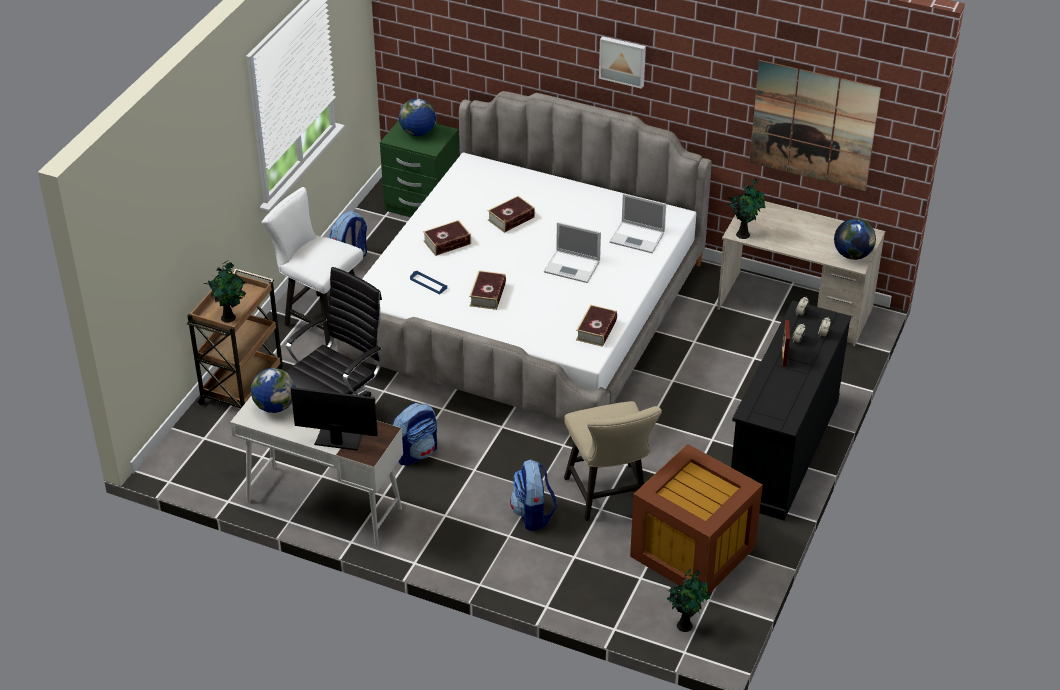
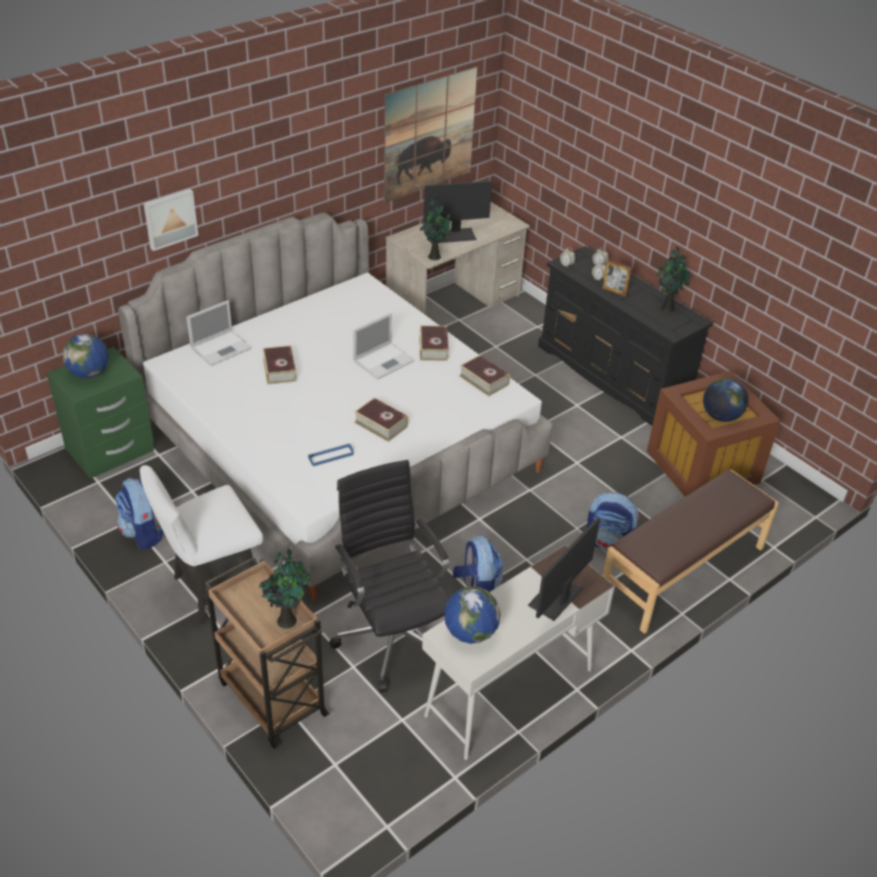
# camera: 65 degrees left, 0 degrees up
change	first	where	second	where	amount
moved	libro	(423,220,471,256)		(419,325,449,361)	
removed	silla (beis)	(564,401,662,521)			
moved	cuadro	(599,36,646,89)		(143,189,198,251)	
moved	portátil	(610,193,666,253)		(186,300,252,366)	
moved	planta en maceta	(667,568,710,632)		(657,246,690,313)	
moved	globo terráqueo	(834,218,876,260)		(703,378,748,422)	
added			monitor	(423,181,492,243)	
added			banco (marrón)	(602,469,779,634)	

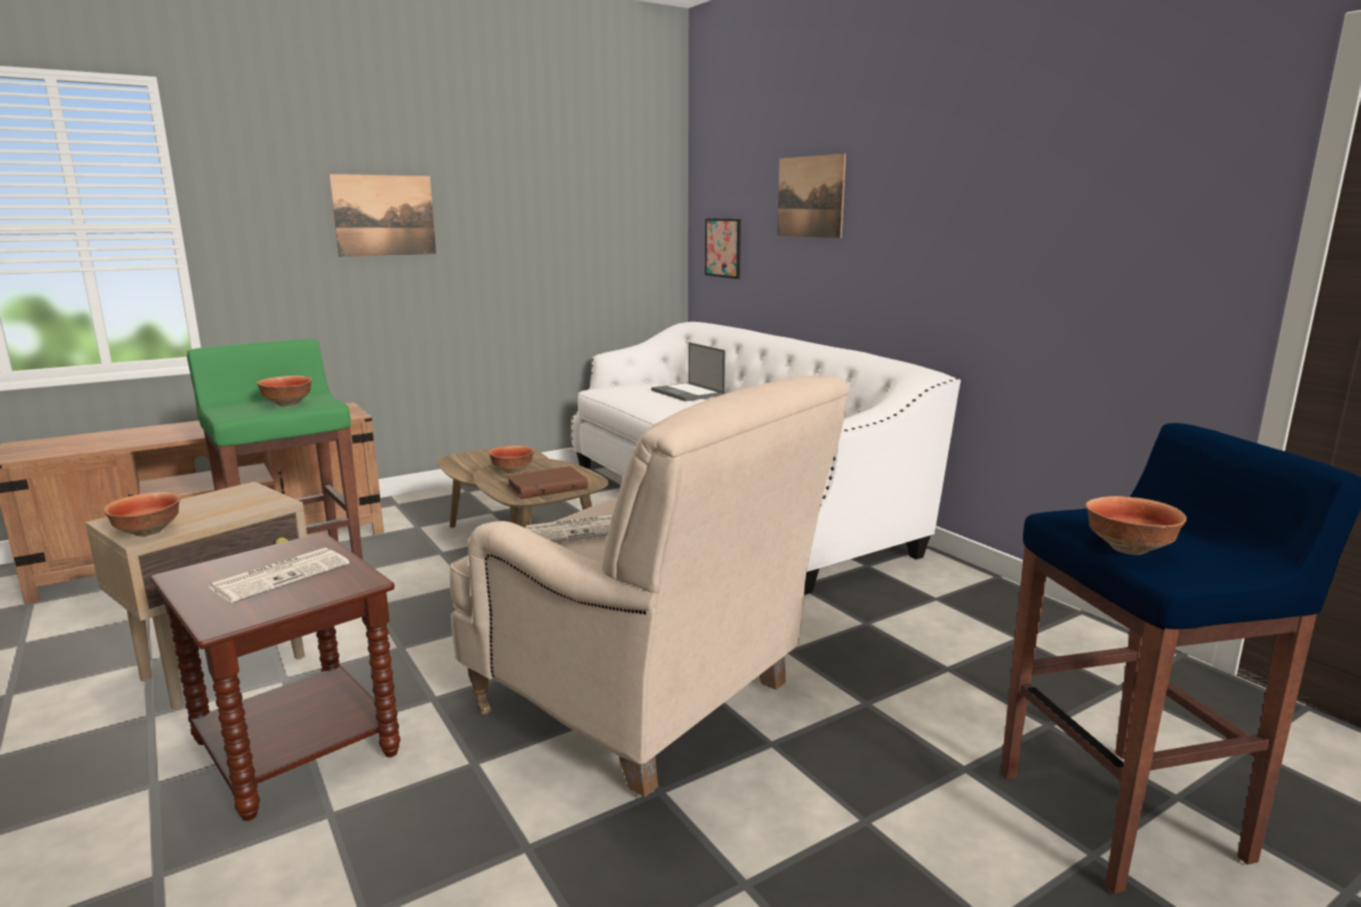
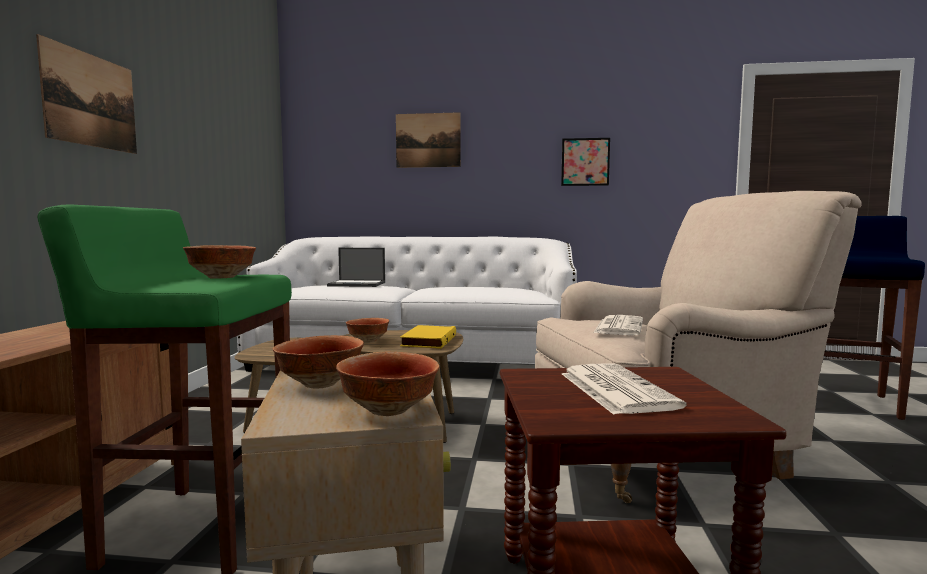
# camera: 50 degrees left, 10 degrees down
change	first	where	second	where	amount
recoloured	libro (marrón)	(506,466,588,499)	libro (amarillo)	(400,325,456,349)	
moved	cuadro	(705,218,741,279)		(561,138,610,186)	
moved	cuenco	(1086,496,1187,555)		(273,335,364,389)	

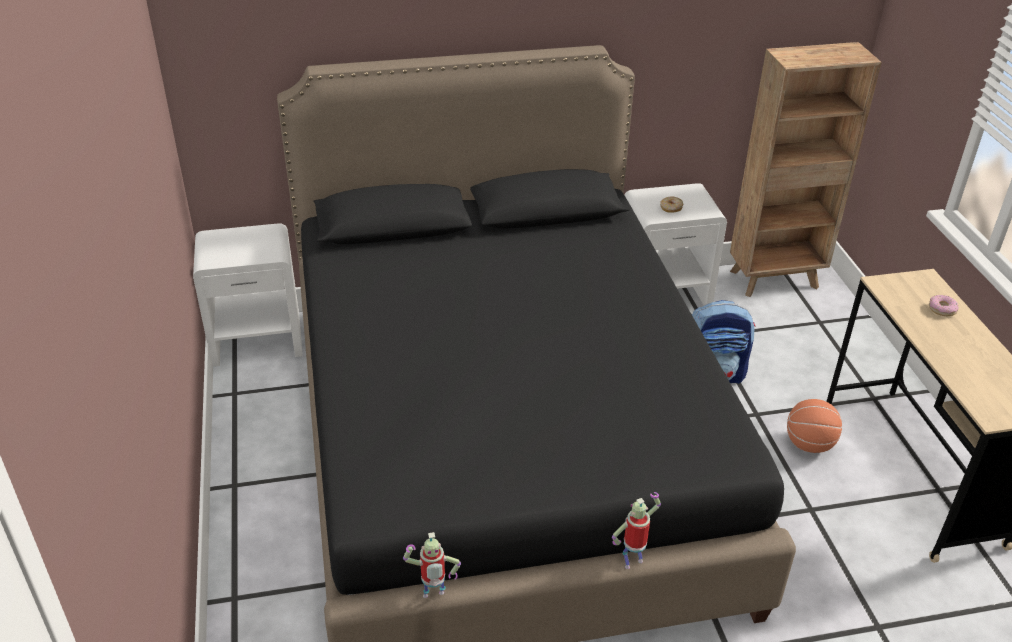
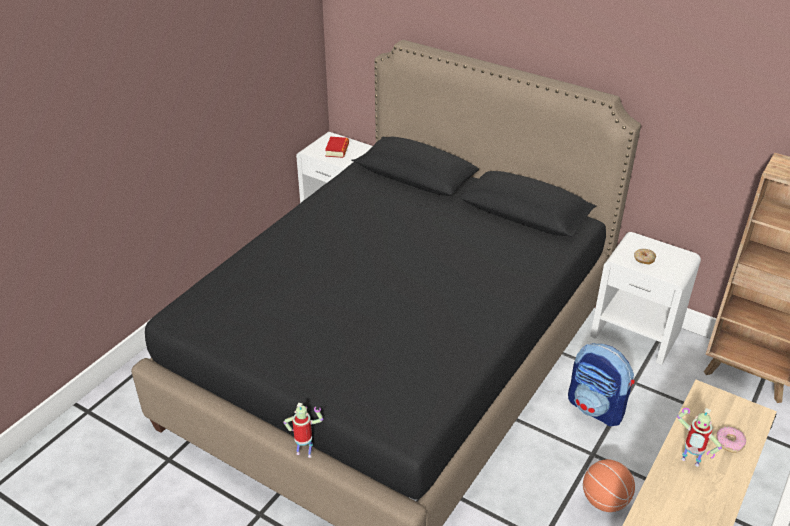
# camera: 45 degrees right, 0 degrees up
change	first	where	second	where	amount
moved	robot de juguete	(403,532,461,598)		(677,408,722,467)	
added			libro	(325,137,349,158)	

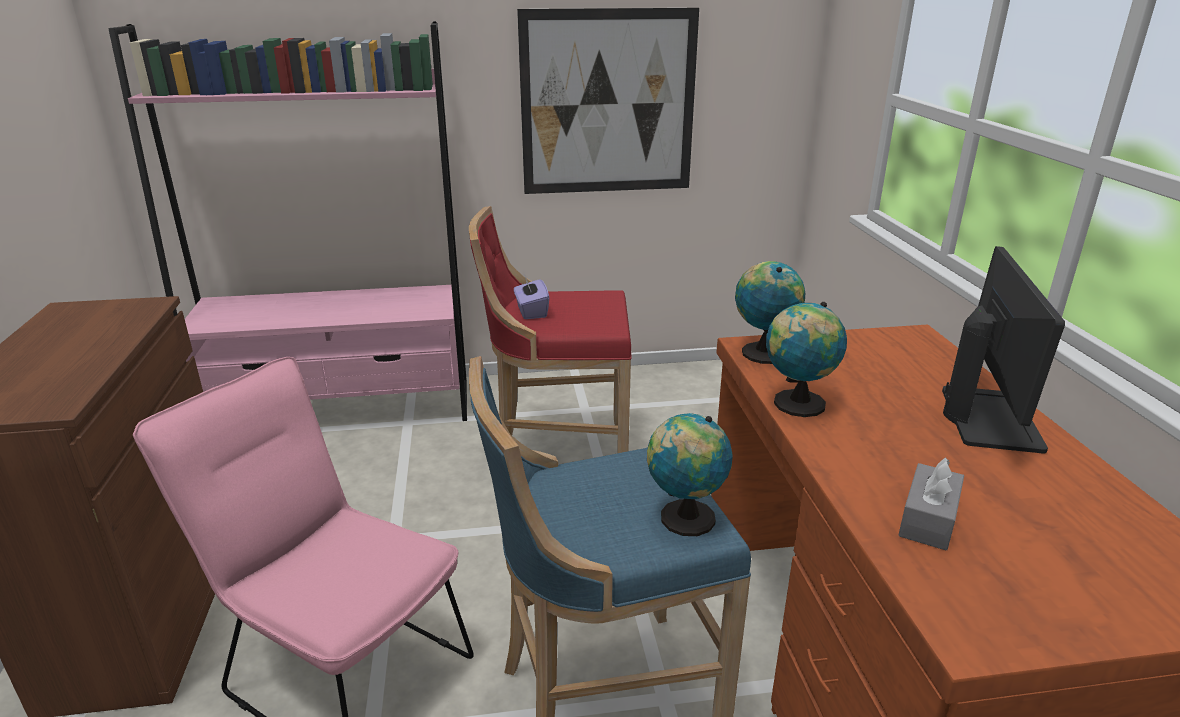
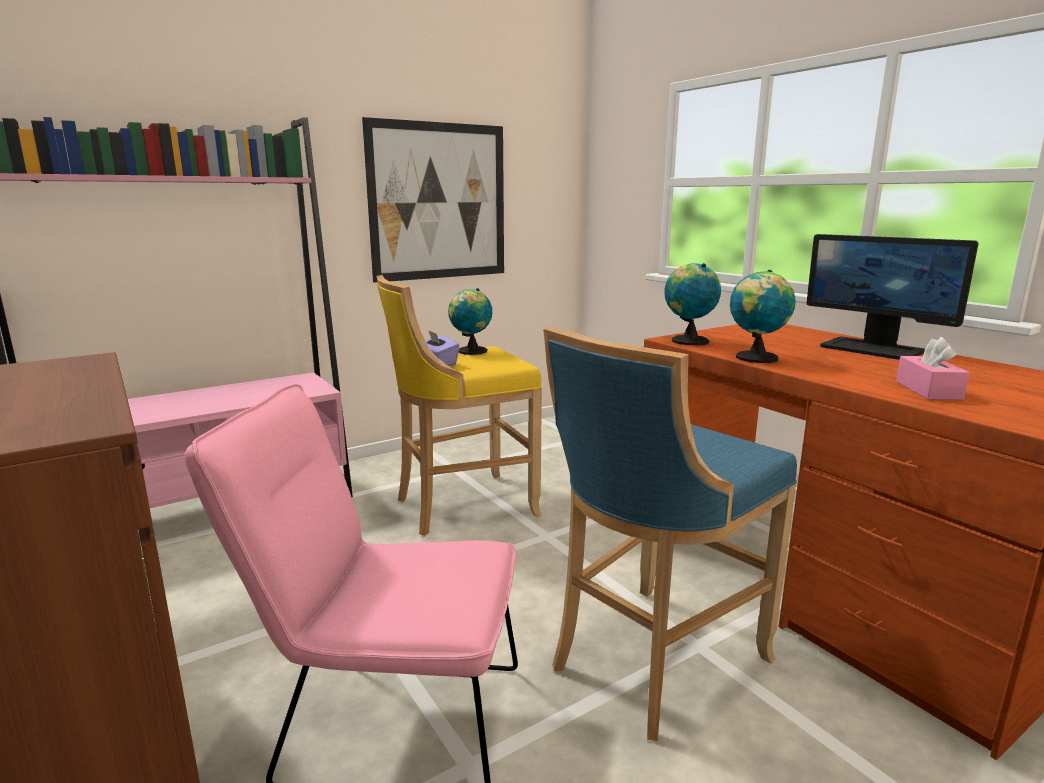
# camera: 25 degrees left, 10 degrees down
change	first	where	second	where	amount
recoloured	taburete (rojo)	(469,206,632,453)	taburete (amarillo)	(376,275,542,536)	
moved	globo terráqueo	(647,413,733,536)		(448,288,492,355)	
recoloured	caja de pañuelos (gris)	(898,458,964,550)	caja de pañuelos (rosa)	(896,337,970,400)	
turned	monitor	(942,246,1065,453)		(807,234,979,360)	150 degrees clockwise

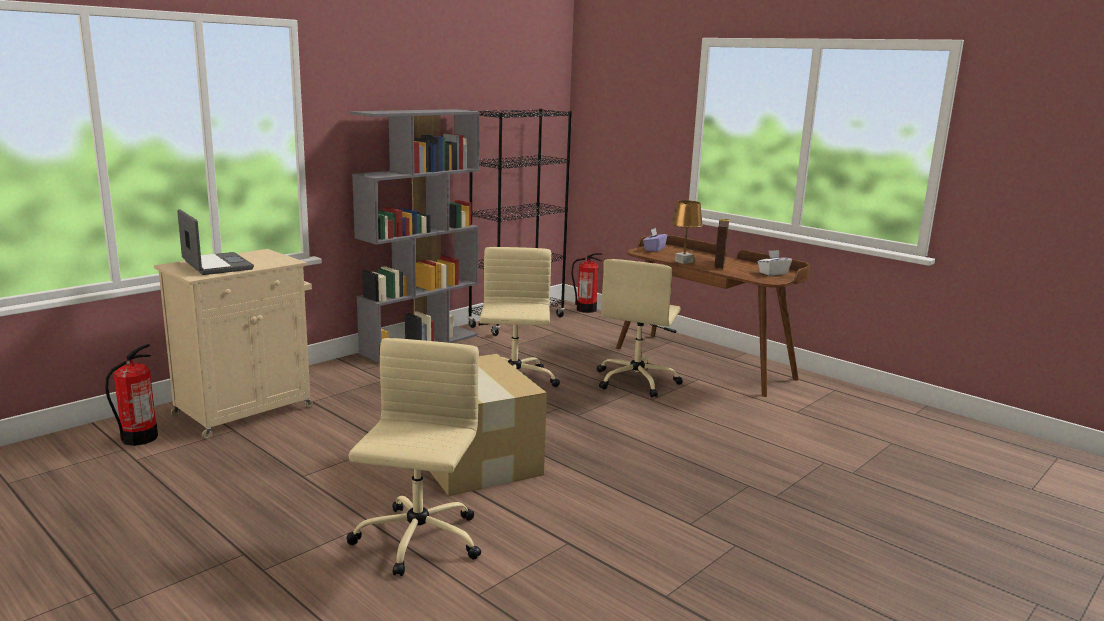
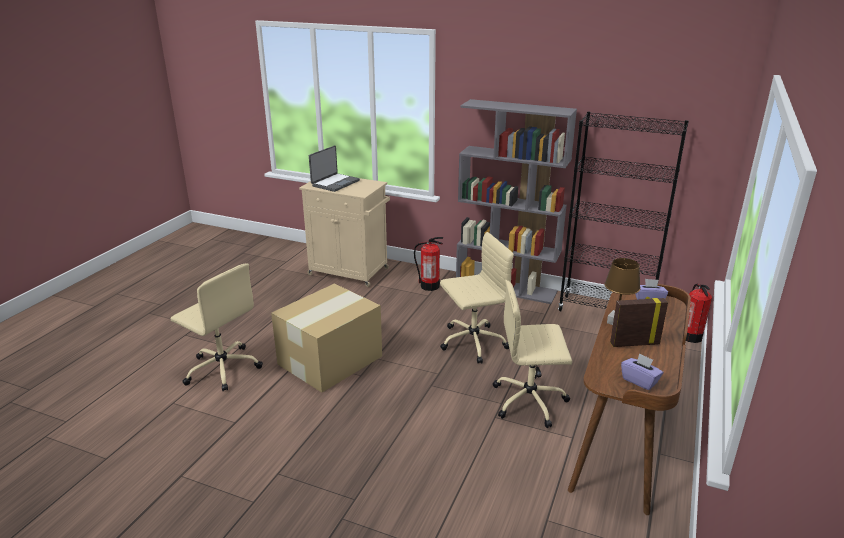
# camera: 70 degrees right, 10 degrees up
change	first	where	second	where	amount
moved	extintor	(105,344,158,446)		(414,237,443,291)	
turned	silla de oficina (beis)	(346,338,481,576)		(171,263,263,391)	45 degrees clockwise
recoloured	caja de pañuelos (blanco)	(758,250,792,276)	caja de pañuelos (morado)	(621,353,663,390)	

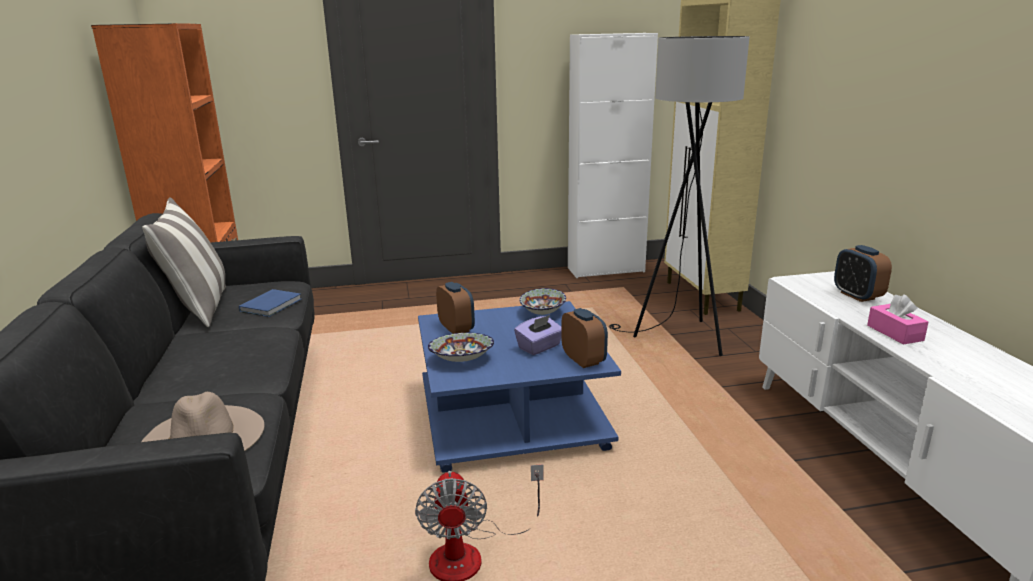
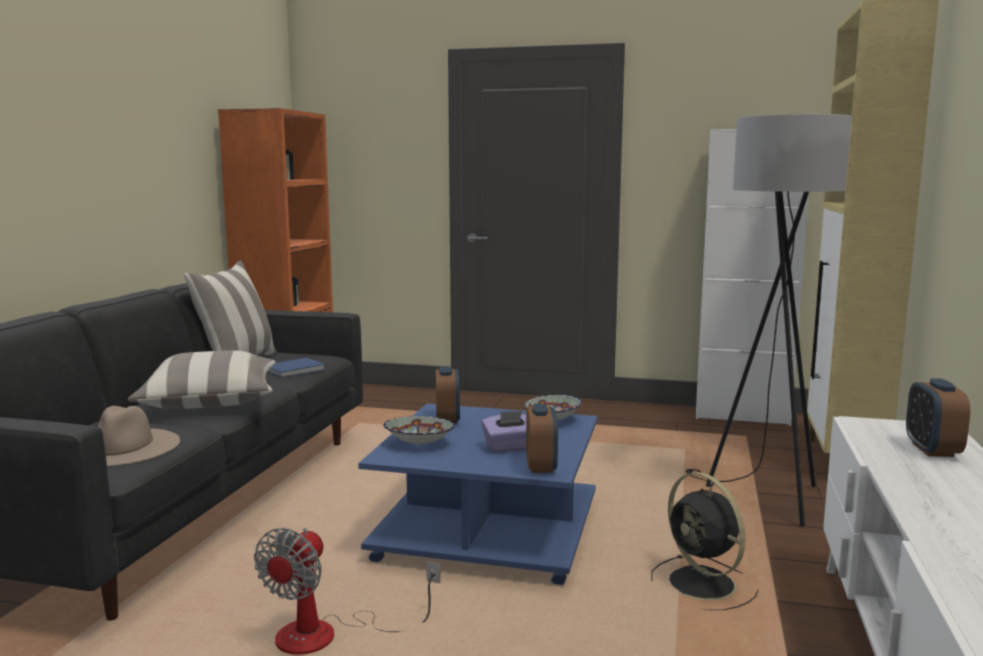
# camera: 25 degrees right, 10 degrees down
change	first	where	second	where	amount
removed	caja de pañuelos (rosa)	(867,294,929,344)			
added			cojín	(127,350,275,409)	
added			ventilador (negro)	(651,472,758,610)	

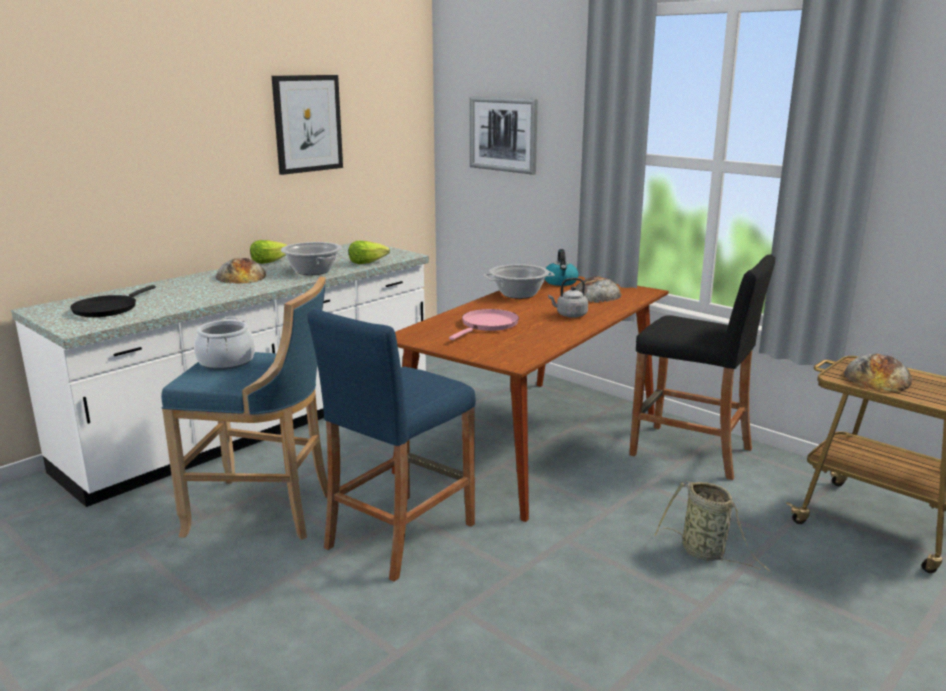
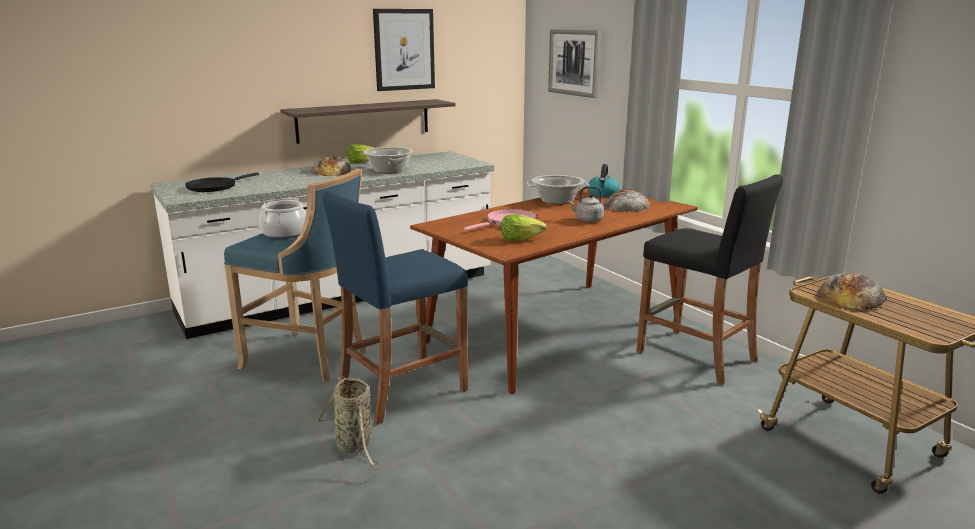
# camera: 15 degrees right, 0 degrees up
change	first	where	second	where	amount
moved	lechuga	(349,241,390,264)		(501,214,547,241)	
moved	cesta	(654,481,770,571)		(316,376,382,470)	
added			estante	(280,99,456,144)	

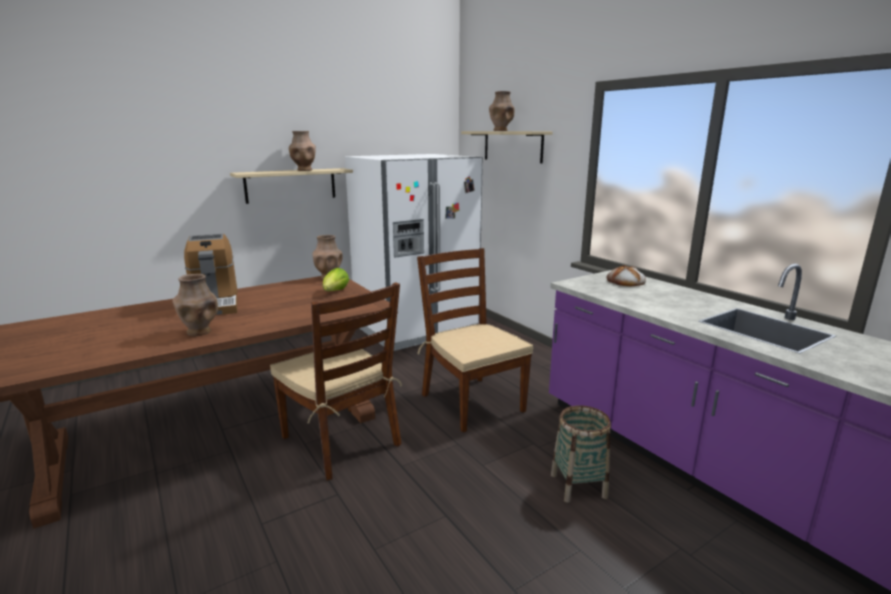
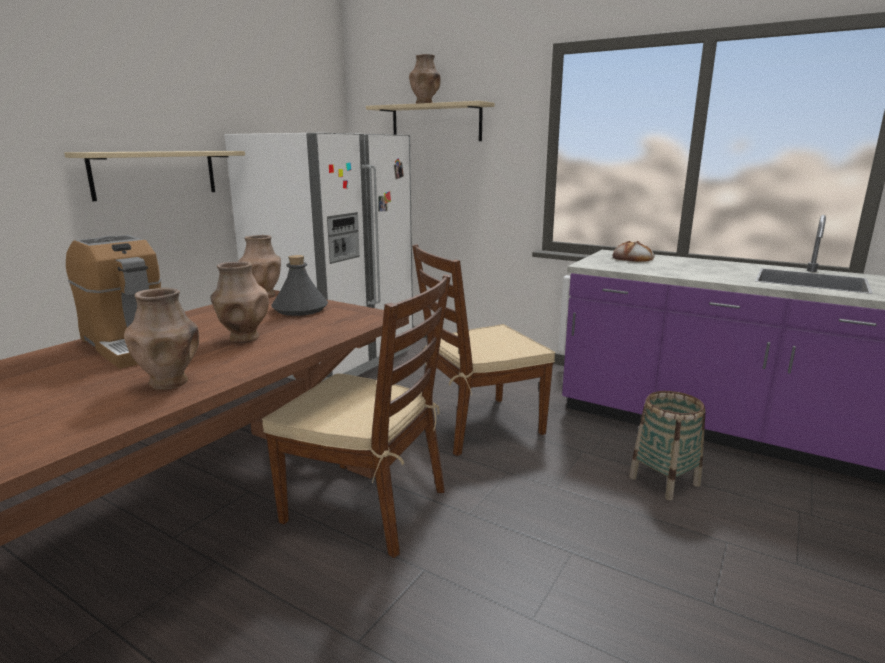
# camera: 25 degrees left, 0 degrees up
change	first	where	second	where	amount
moved	florero (marrón)	(289,131,316,171)		(210,262,269,343)	
replaced	lechuga	(323,268,349,291)	botella (gris)	(271,255,328,316)	
turned	silla (marrón)	(417,248,533,432)		(412,244,555,456)	60 degrees counterclockwise

